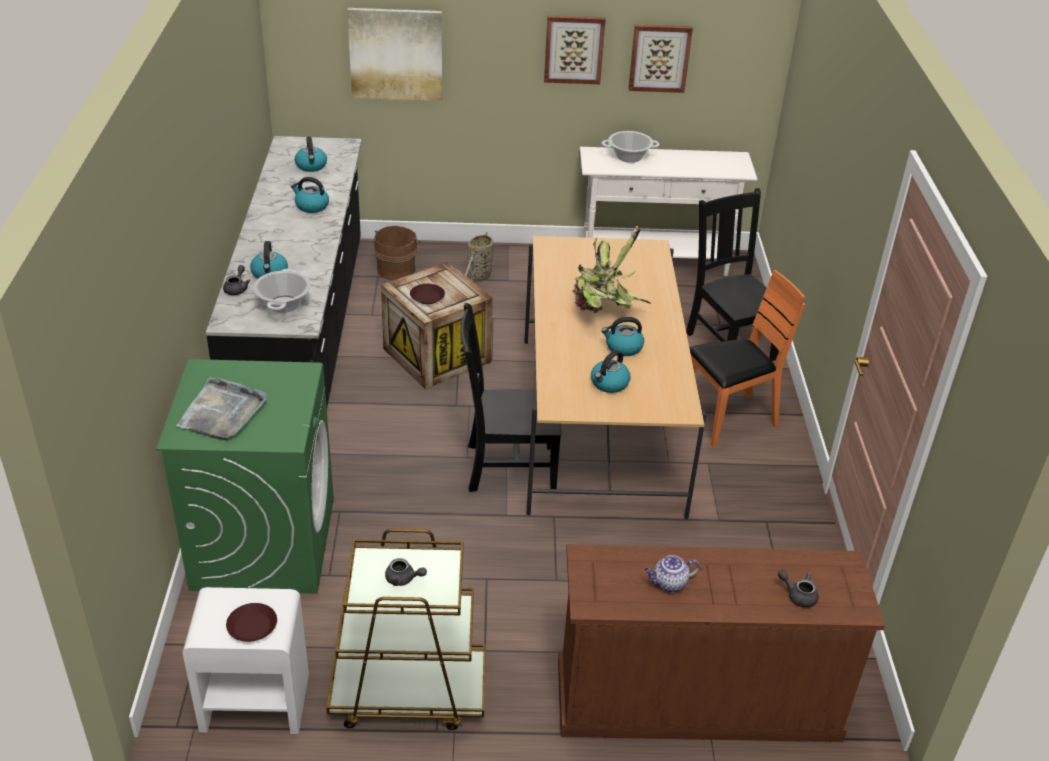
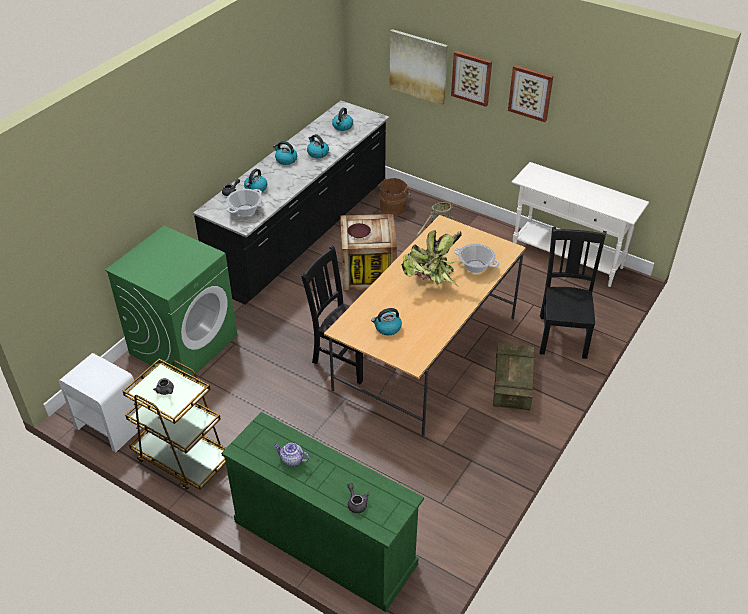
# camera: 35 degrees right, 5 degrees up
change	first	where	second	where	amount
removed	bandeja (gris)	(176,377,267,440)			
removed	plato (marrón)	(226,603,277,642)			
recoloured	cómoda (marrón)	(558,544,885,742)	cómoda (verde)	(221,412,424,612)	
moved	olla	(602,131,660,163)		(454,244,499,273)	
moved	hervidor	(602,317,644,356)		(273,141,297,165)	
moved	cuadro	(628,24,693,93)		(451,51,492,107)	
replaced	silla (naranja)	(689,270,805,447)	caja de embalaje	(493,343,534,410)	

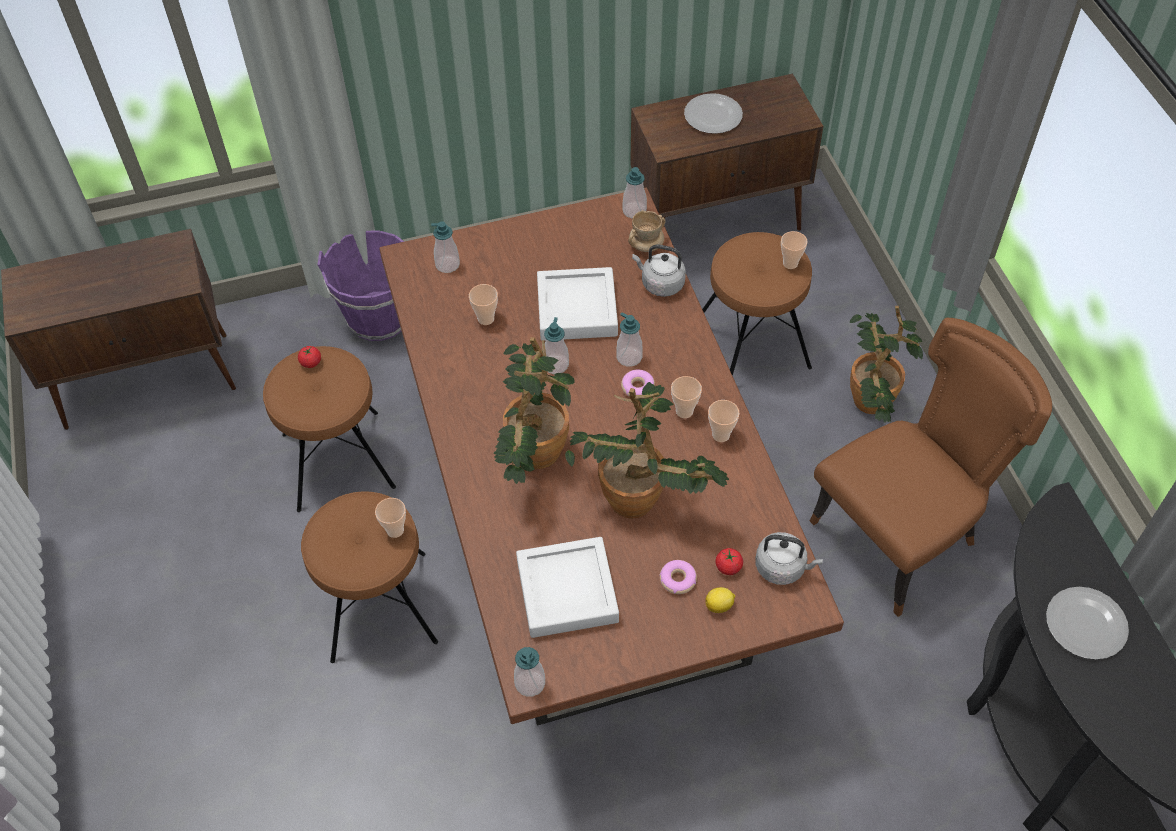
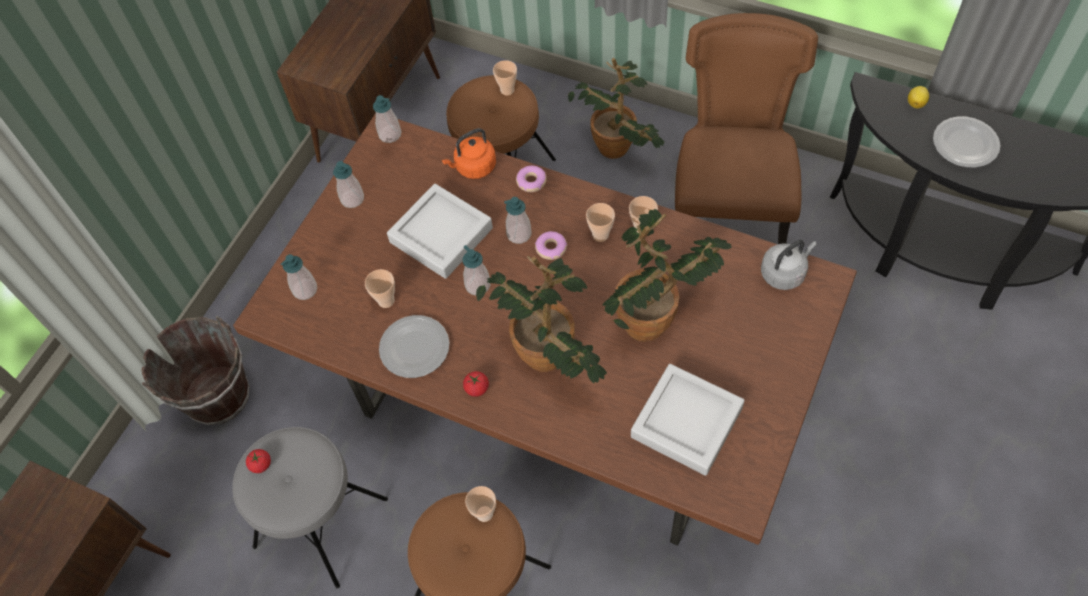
# camera: 45 degrees left, 5 degrees up
change	first	where	second	where	amount
recoloured	taburete (marrón)	(263,346,396,512)	taburete (gris)	(232,427,388,588)	
recoloured	cubo (morado)	(317,230,404,341)	cubo (marrón)	(141,316,249,425)	
moved	dispensador de jabón	(514,647,545,697)		(333,161,364,208)	
removed	taza grande (beis)	(628,210,666,252)			
recoloured	hervidor (gris)	(632,245,686,297)	hervidor (naranja)	(442,128,496,179)	
moved	rosquilla	(659,560,697,594)		(516,165,547,192)	
moved	plato	(684,93,743,134)		(379,315,450,378)	
moved	limón	(705,587,735,613)		(908,86,929,109)	
moved	tomate	(715,548,743,575)		(463,371,489,397)	

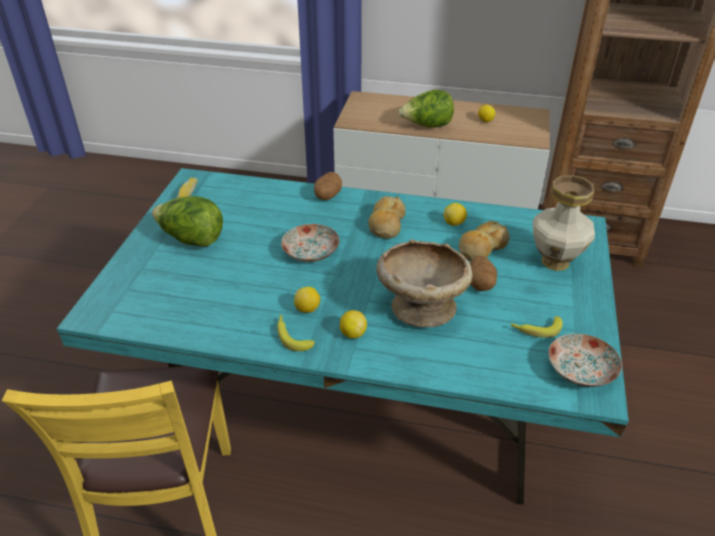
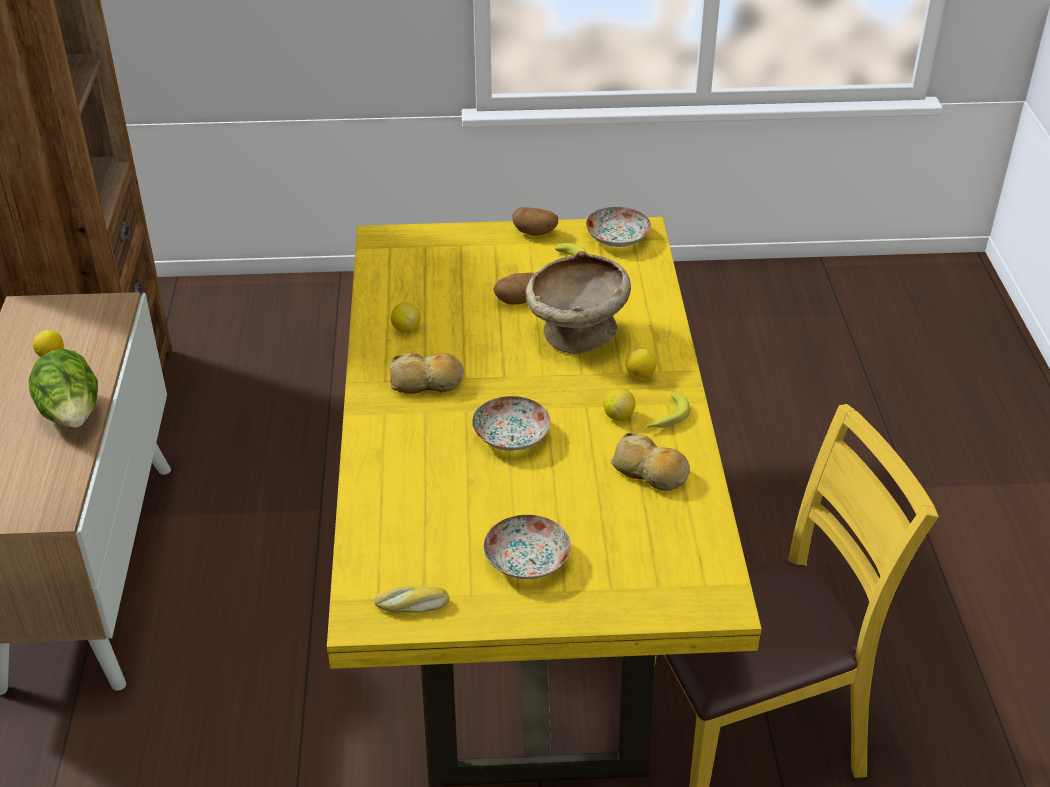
# camera: 105 degrees left, 0 degrees up
change	first	where	second	where	amount
recoloured	mesa de comedor (turquesa)	(57,168,629,505)	mesa de comedor (amarillo)	(327,217,762,787)	
replaced	lechuga	(152,196,223,247)	plato	(483,515,571,579)	
moved	patata	(314,172,342,200)		(512,207,558,236)	
moved	pan	(458,221,510,261)		(611,433,690,491)	
removed	florero	(533,175,595,271)			

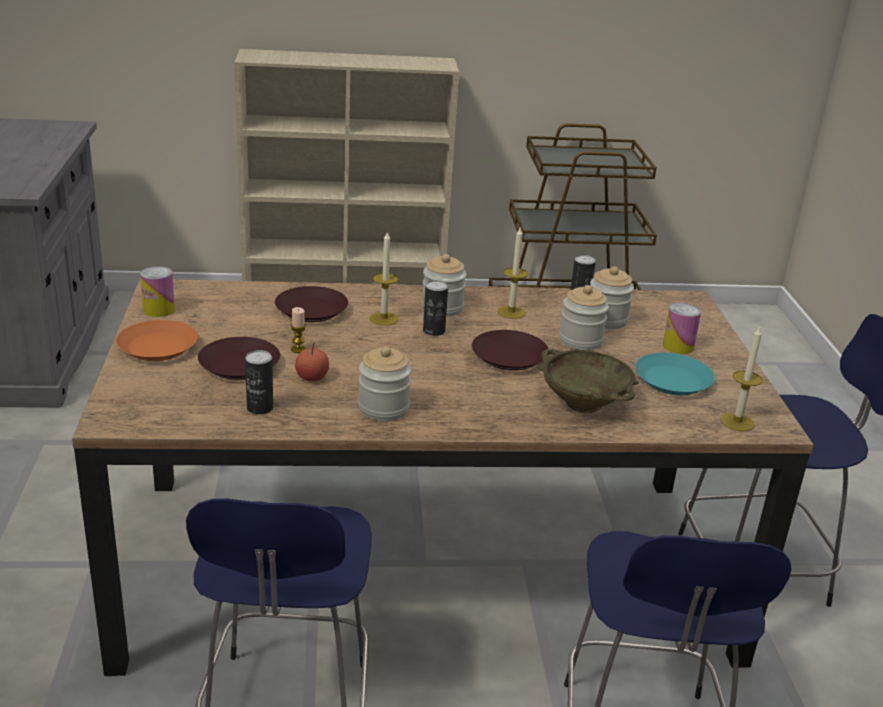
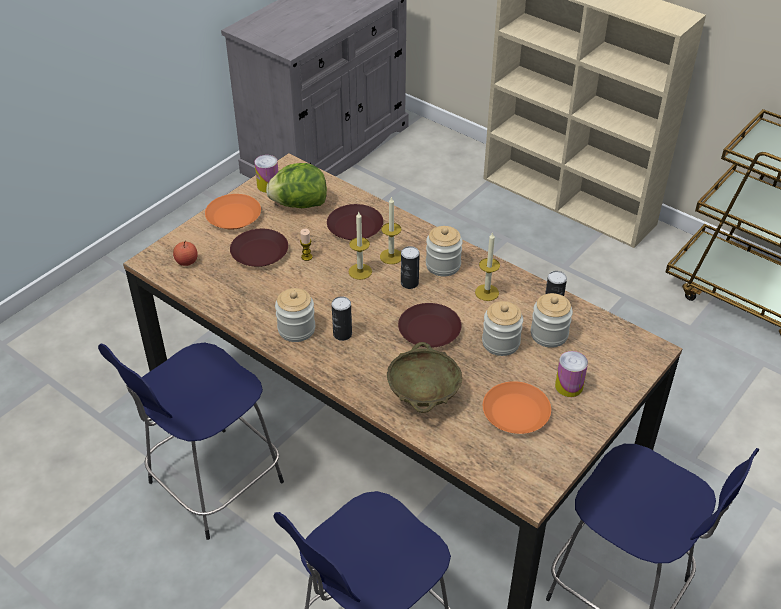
# camera: 45 degrees right, 15 degrees up
change	first	where	second	where	amount
moved	lata	(245,350,273,415)		(332,296,352,341)	
moved	manzana	(295,343,329,381)		(173,240,198,266)	
recoloured	plato (turquesa)	(635,353,715,395)	plato (naranja)	(483,381,551,434)	
moved	vela	(721,326,763,431)		(348,212,372,280)	
added			lechuga	(266,163,327,208)	

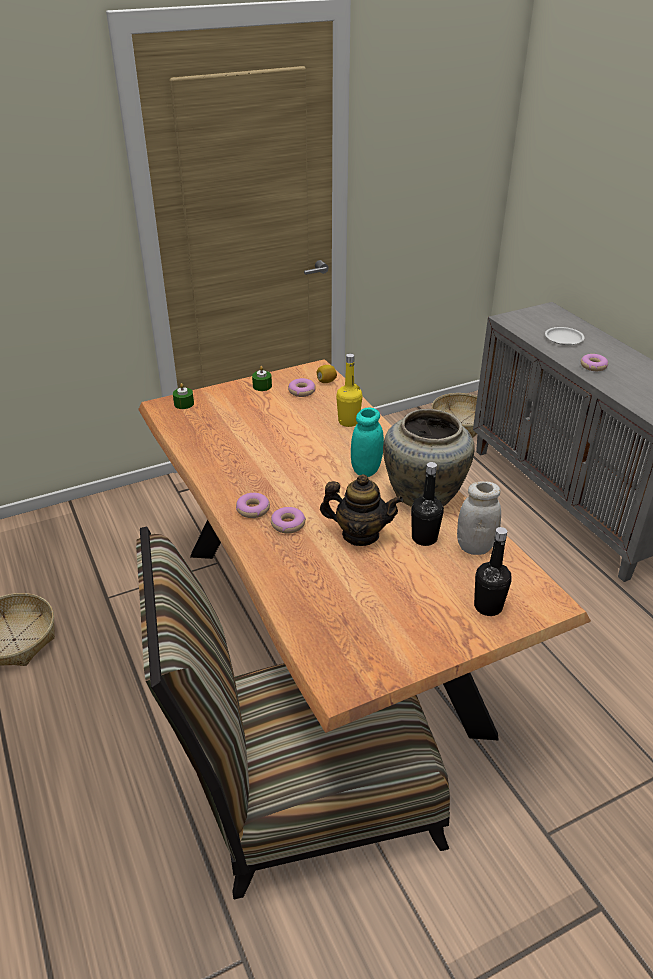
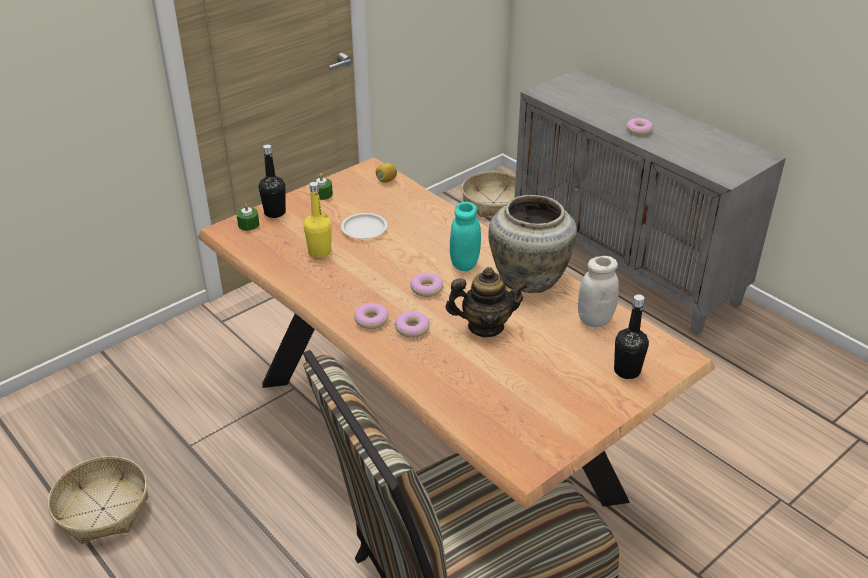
# camera: 15 degrees left, 0 degrees up
change	first	where	second	where	amount
moved	rosquilla	(288,378,316,397)		(410,273,444,297)	
moved	botella (amarillo)	(336,353,363,427)		(303,182,332,258)	
moved	botella (negro)	(411,462,444,546)		(259,145,286,218)	
moved	plato (blanco)	(545,327,585,345)		(341,213,387,239)	

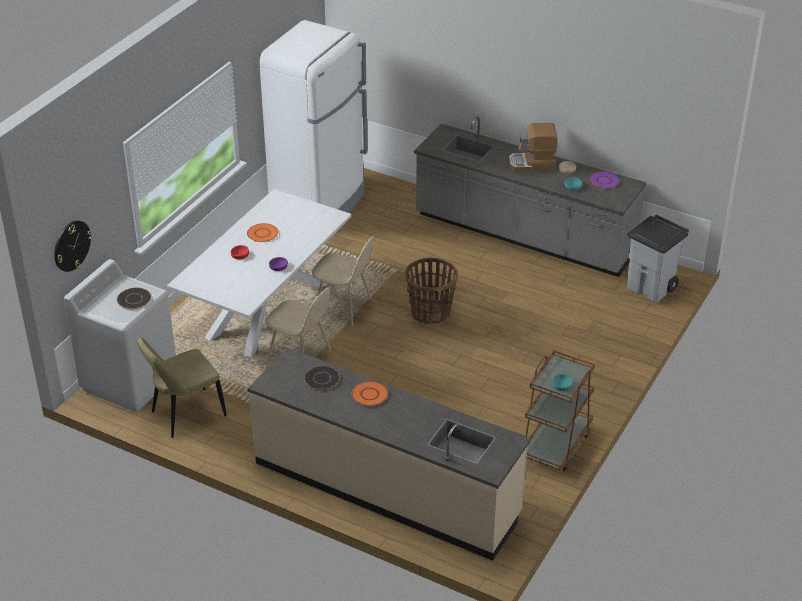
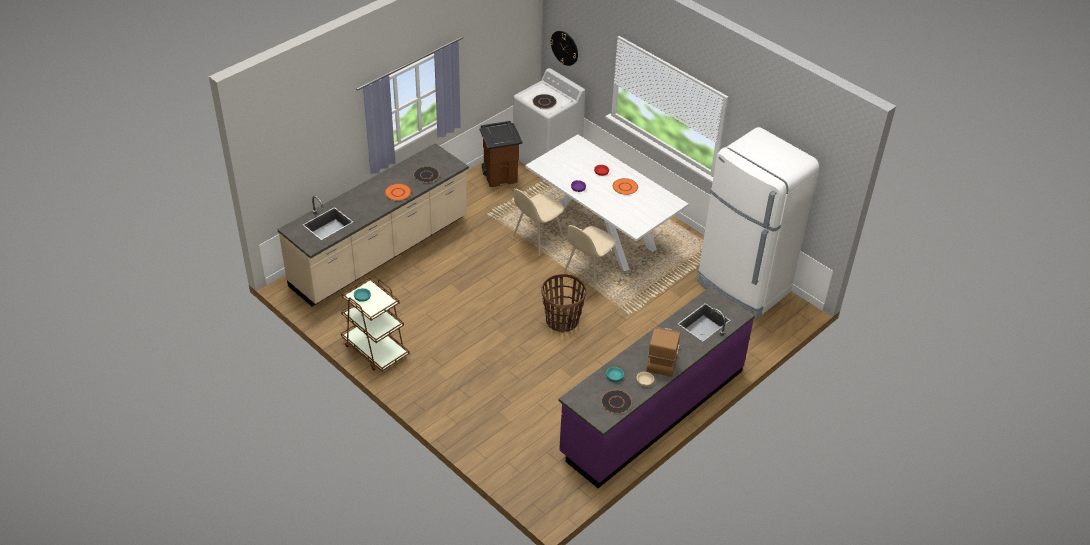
# camera: 105 degrees right, 5 degrees up
change	first	where	second	where	amount
replaced	silla (beis)	(137,337,227,438)	papelera (marrón)	(480,121,522,187)	
recoloured	mueble bajo de cocina (gris)	(414,116,646,277)	mueble bajo de cocina (morado)	(559,286,755,488)	
recoloured	plato (morado)	(589,171,620,189)	plato (negro)	(601,390,632,414)	
removed	papelera (gris)	(627,215,689,303)			

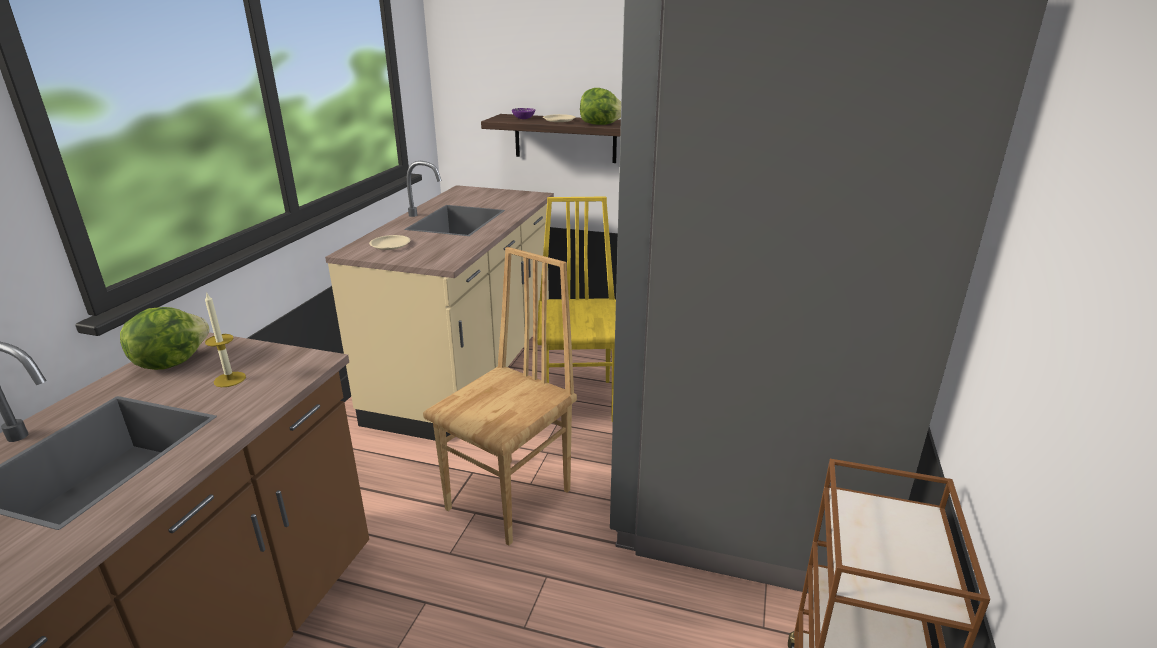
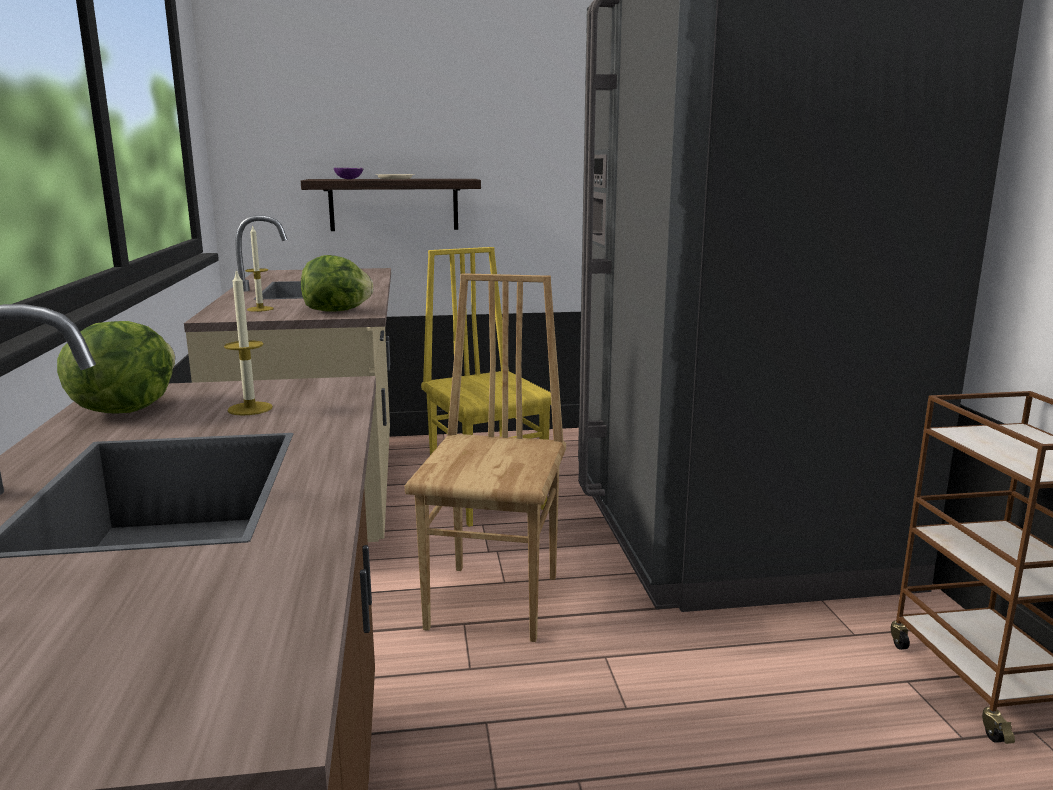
# camera: 25 degrees left, 10 degrees down
change	first	where	second	where	amount
replaced	plato (beis)	(369,235,410,250)	vela	(245,225,274,312)	
moved	lechuga	(580,88,621,125)		(301,255,373,312)	

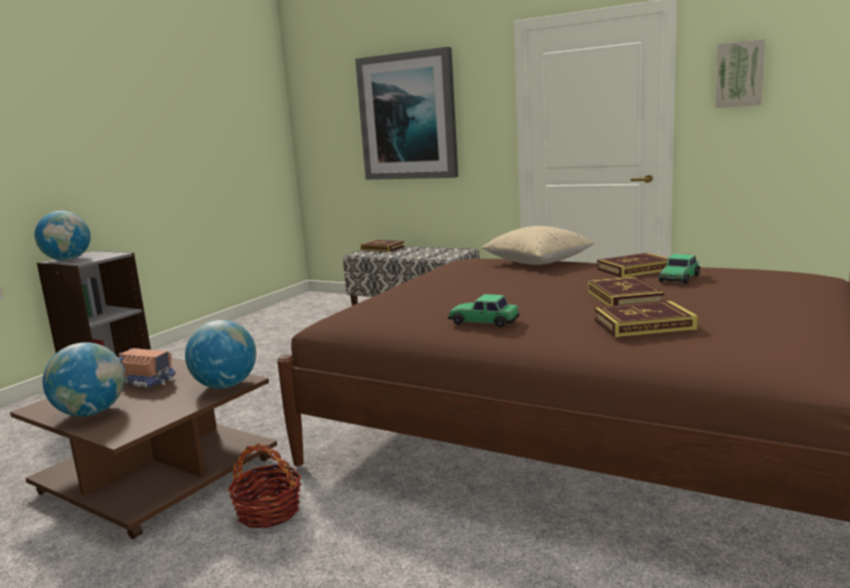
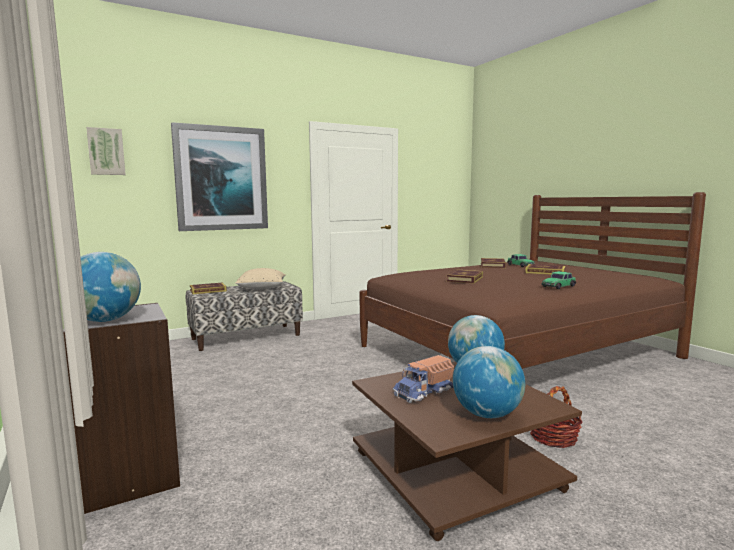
# camera: 60 degrees left, 5 degrees down
change	first	where	second	where	amount
moved	cojín (beis)	(481,226,595,265)		(235,268,286,290)	
moved	libro	(594,301,698,337)		(447,270,483,284)	
moved	cuadro	(715,39,765,108)		(86,127,126,175)	

